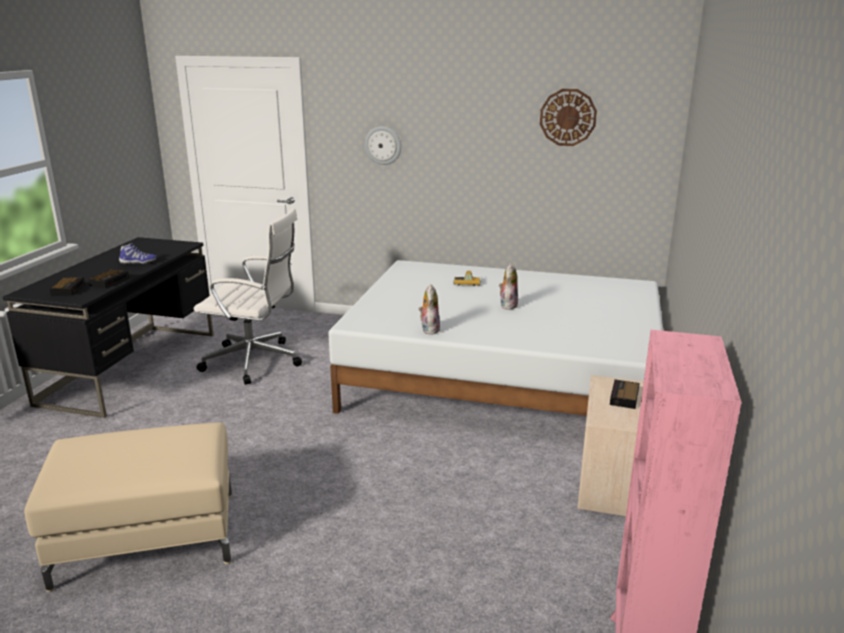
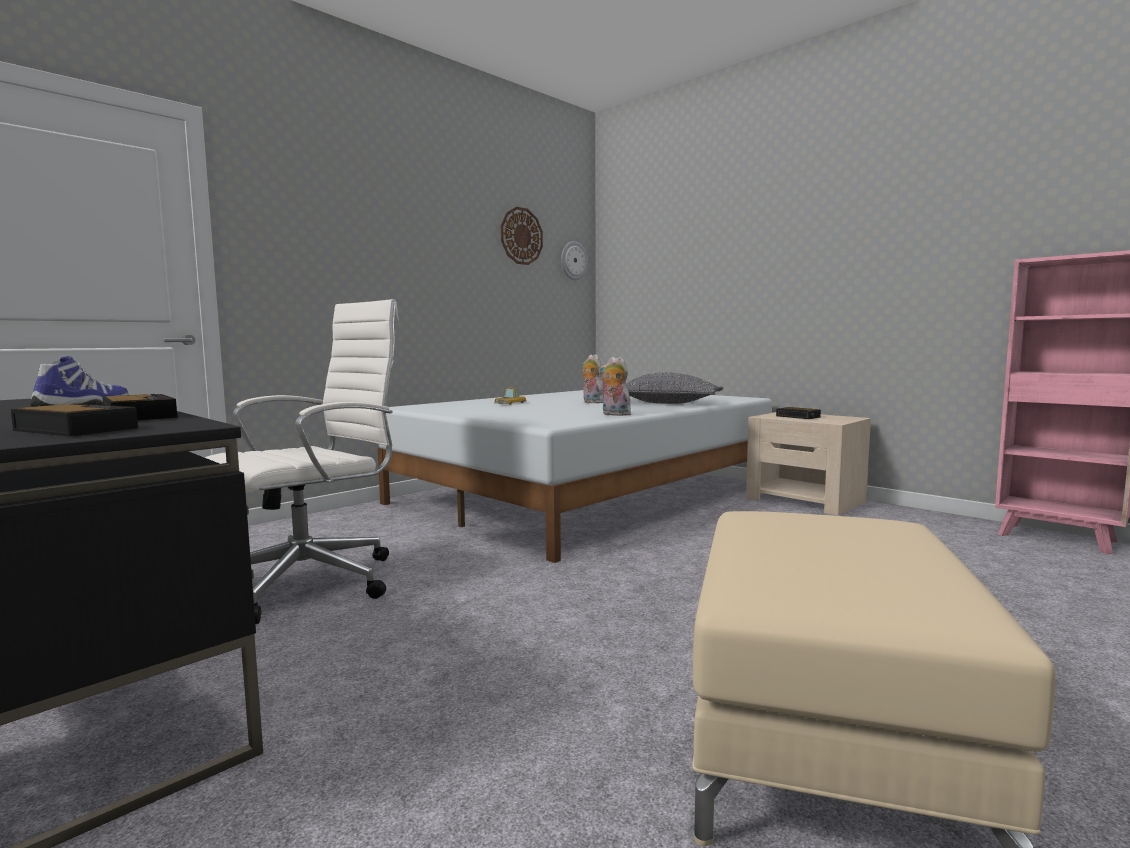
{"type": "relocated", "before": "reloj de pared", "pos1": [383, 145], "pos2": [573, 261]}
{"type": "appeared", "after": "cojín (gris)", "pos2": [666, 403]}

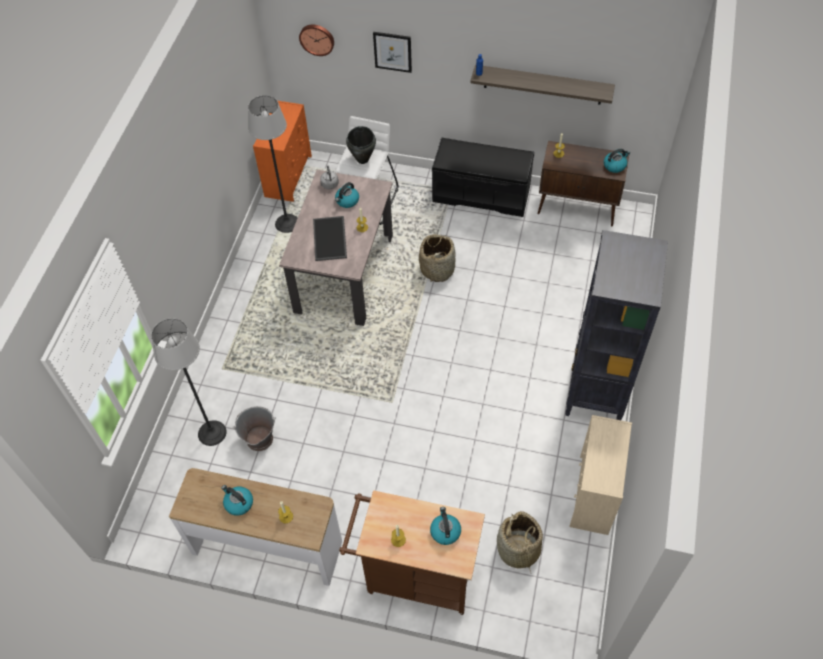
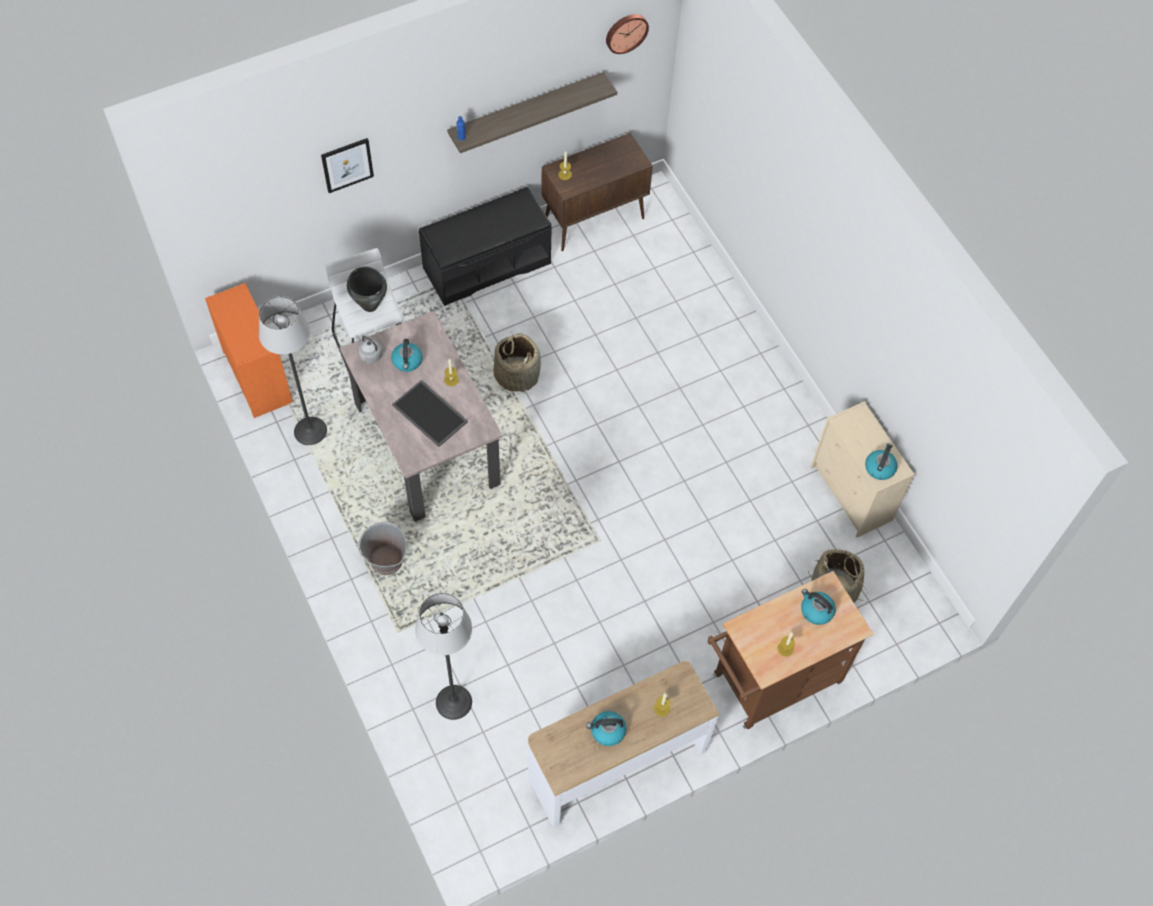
{"type": "relocated", "before": "reloj de pared", "pos1": [317, 39], "pos2": [626, 32]}
{"type": "relocated", "before": "hervidor", "pos1": [615, 165], "pos2": [879, 467]}
{"type": "missing", "before": "estantería (negro)", "pos1": [595, 392]}
{"type": "relocated", "before": "cubo (gris)", "pos1": [259, 439], "pos2": [386, 561]}

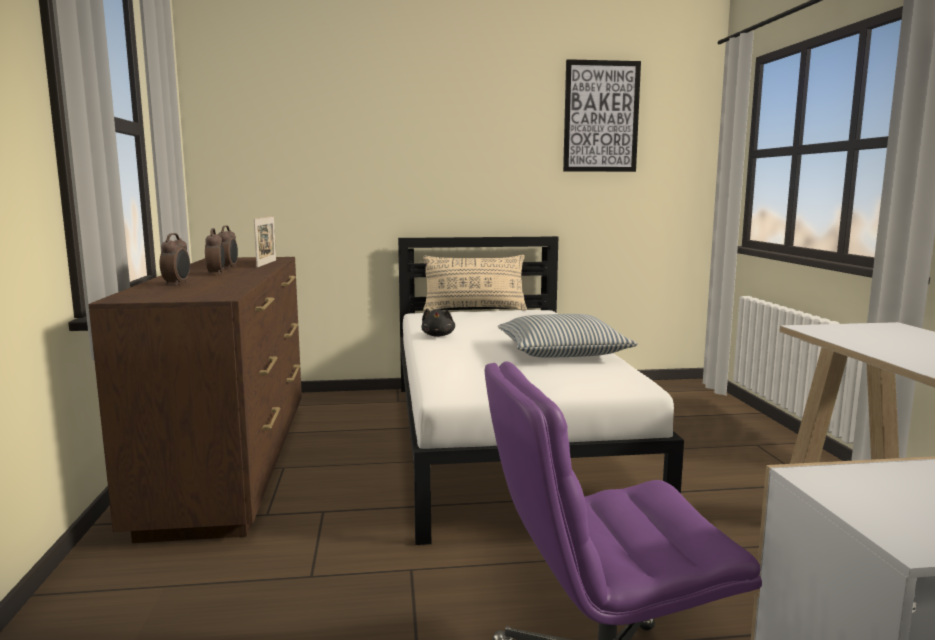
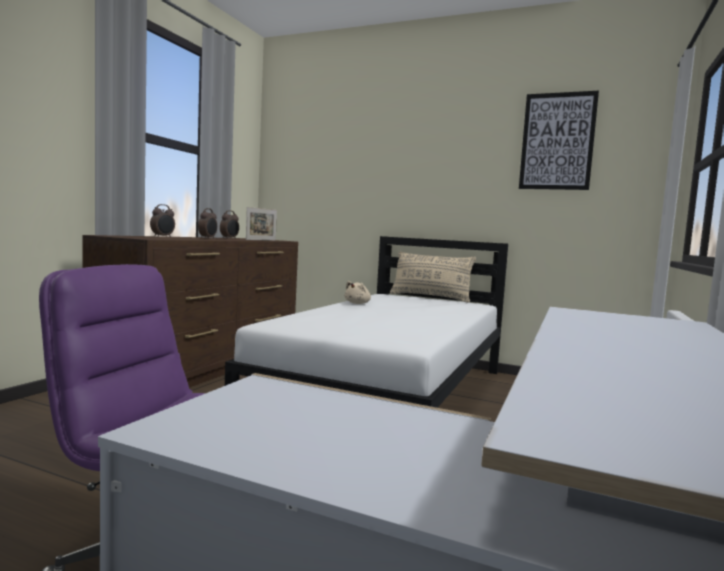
{"type": "colour", "before": "peluche (negro)", "after": "peluche (beis)", "pos1": [438, 335], "pos2": [358, 303]}
{"type": "missing", "before": "cojín", "pos1": [561, 352]}

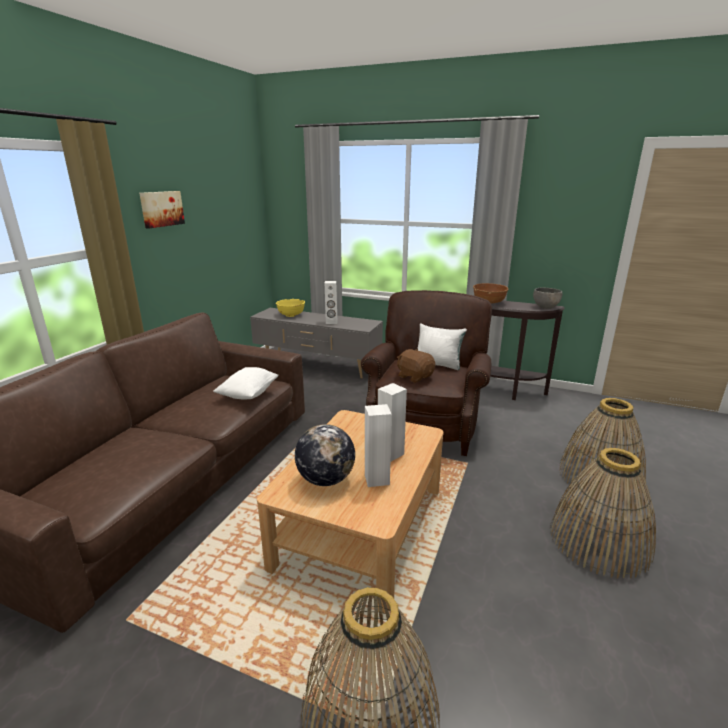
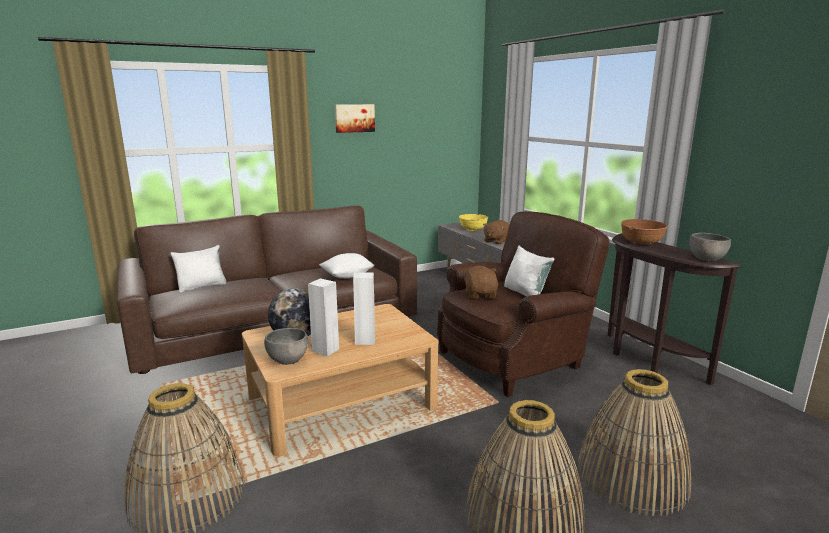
{"type": "exchanged", "before": "altavoz (blanco)", "after": "peluche (marrón)", "pos1": [331, 322], "pos2": [496, 241]}
{"type": "appeared", "after": "cojín (blanco)", "pos2": [202, 286]}
{"type": "appeared", "after": "cuenco (gris)", "pos2": [288, 360]}

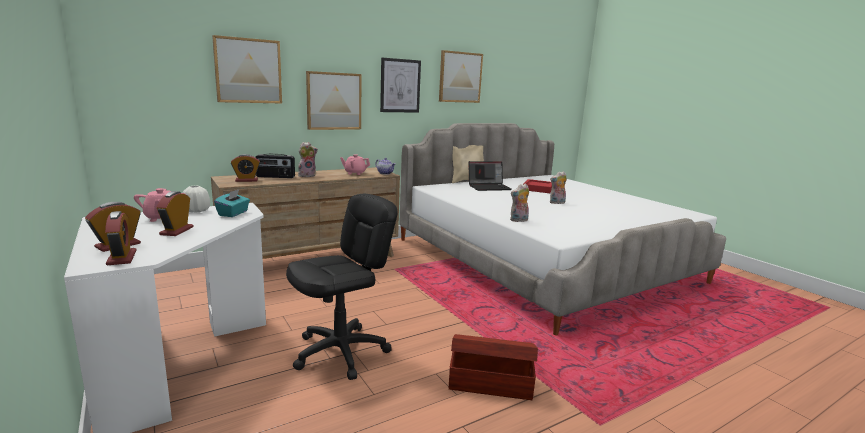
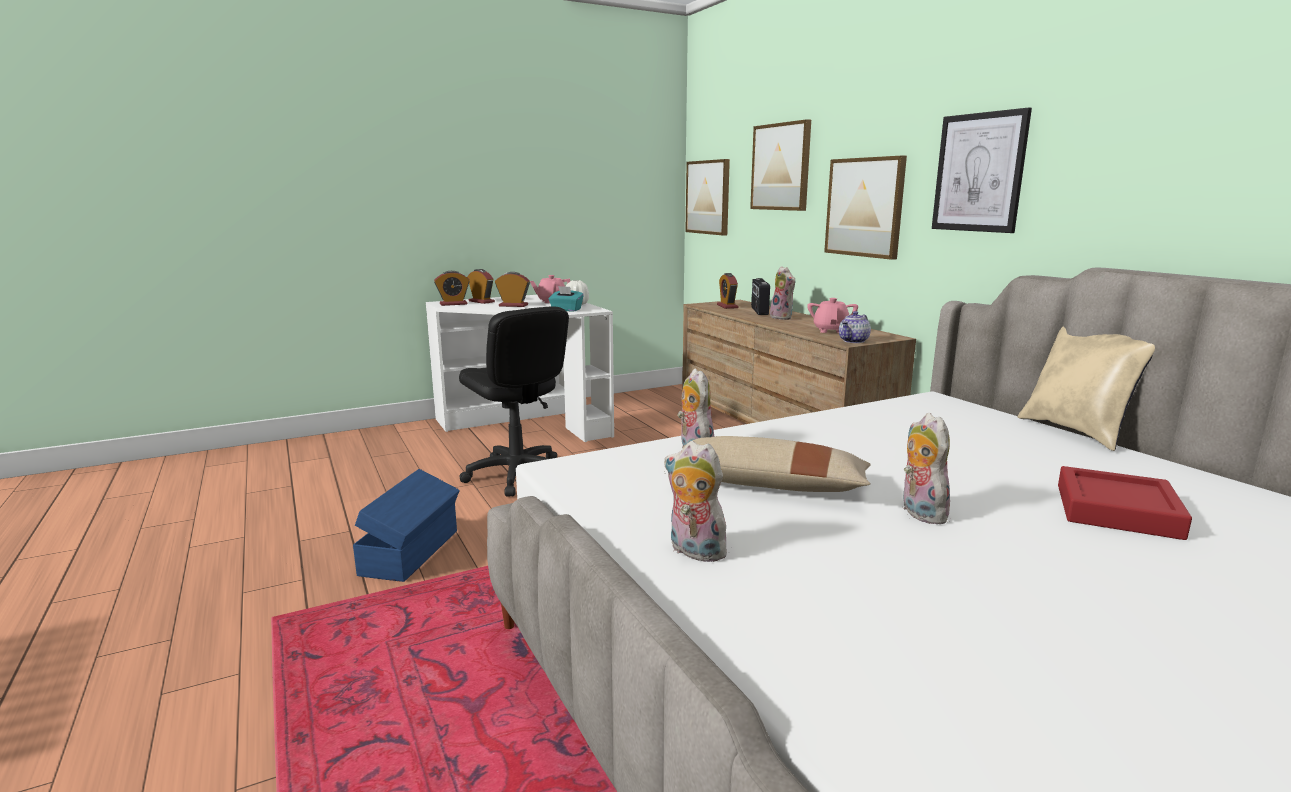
{"type": "relocated", "before": "cuadro", "pos1": [460, 77], "pos2": [708, 197]}
{"type": "missing", "before": "portátil", "pos1": [489, 187]}
{"type": "colour", "before": "caja de almacenaje (marrón)", "after": "caja de almacenaje (azul)", "pos1": [489, 382], "pos2": [412, 552]}
{"type": "appeared", "after": "cojín (beis)", "pos2": [768, 485]}
{"type": "appeared", "after": "peluche", "pos2": [693, 551]}

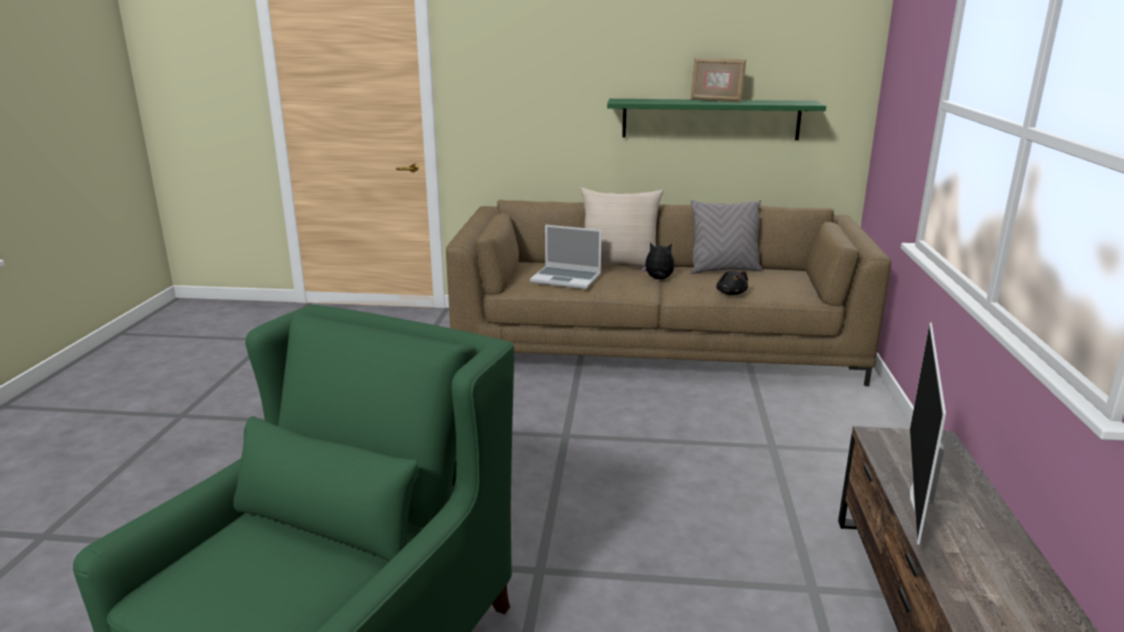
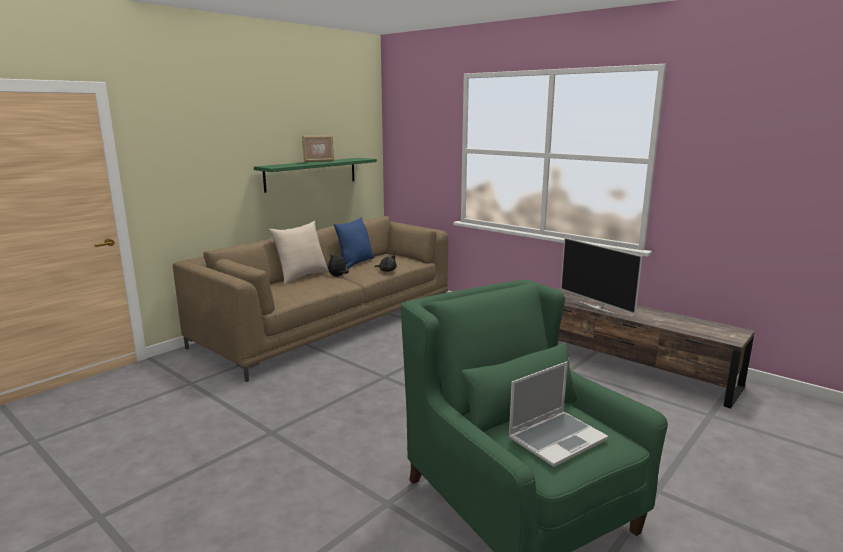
{"type": "colour", "before": "cojín (gris)", "after": "cojín (azul)", "pos1": [723, 270], "pos2": [356, 263]}
{"type": "relocated", "before": "portátil", "pos1": [567, 279], "pos2": [557, 438]}

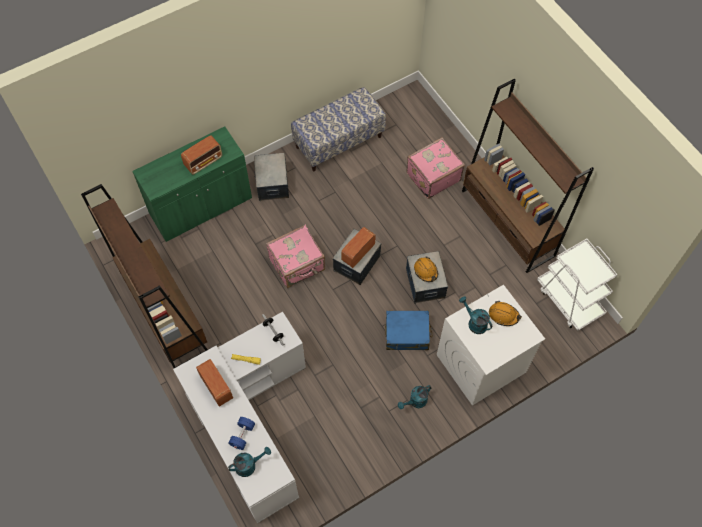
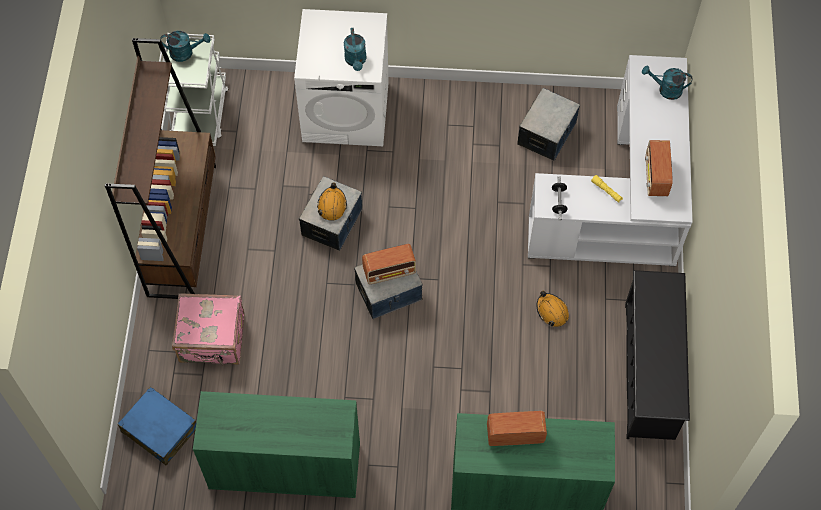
{"type": "exchanged", "before": "banco", "after": "armario (verde)", "pos1": [338, 141], "pos2": [285, 466]}
{"type": "relocated", "before": "caja de almacenaje", "pos1": [272, 184], "pos2": [547, 134]}
{"type": "exchanged", "before": "estantería (marrón)", "after": "zapatero (negro)", "pos1": [165, 314], "pos2": [649, 371]}
{"type": "missing", "before": "maleta (rosa)", "pos1": [297, 265]}
{"type": "relocated", "before": "casco (naranja)", "pos1": [503, 315], "pos2": [552, 311]}
{"type": "relocated", "before": "maleta (azul)", "pos1": [407, 334], "pos2": [159, 430]}
{"type": "relocated", "before": "regadera (turquesa)", "pos1": [415, 402], "pos2": [186, 52]}
{"type": "missing", "before": "mancuerna (azul)", "pos1": [242, 435]}

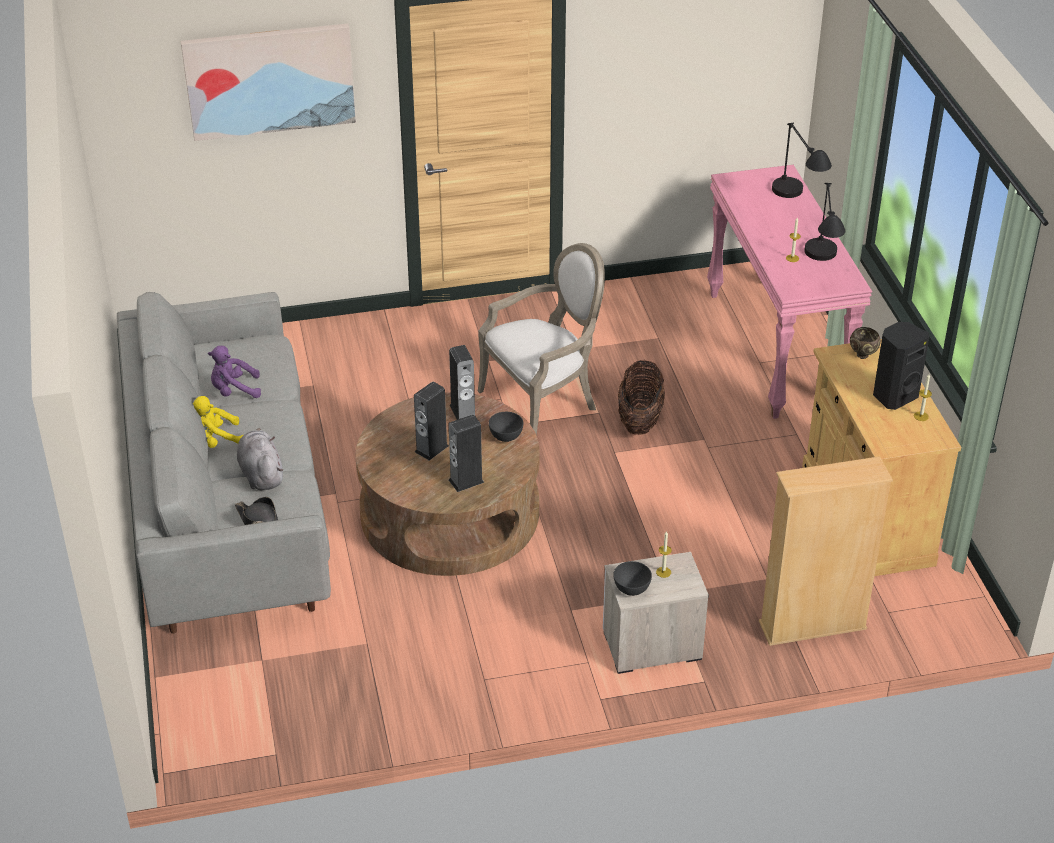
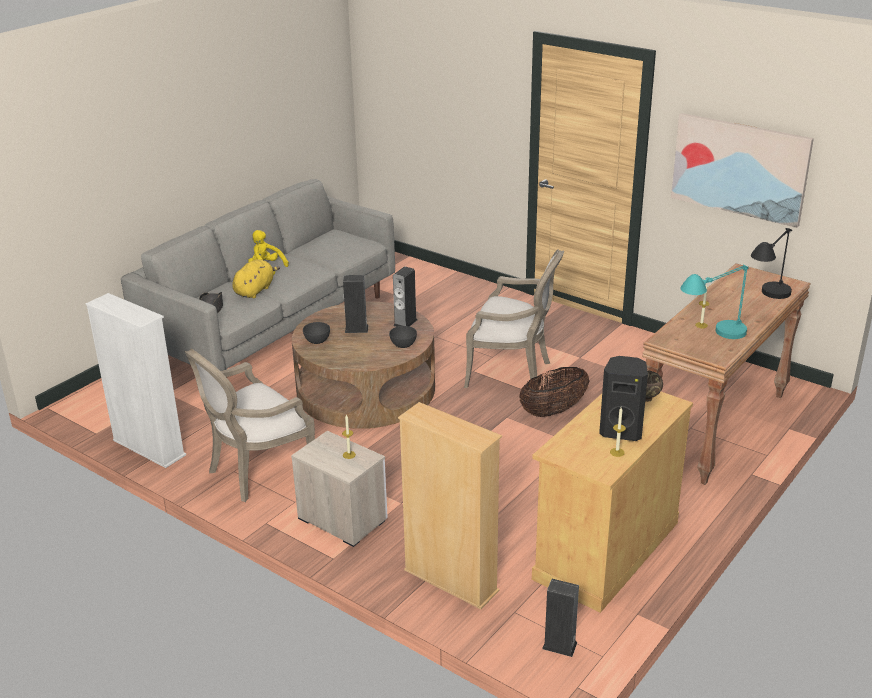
{"type": "relocated", "before": "cuadro", "pos1": [269, 80], "pos2": [740, 168]}
{"type": "colour", "before": "mesa consola (rosa)", "after": "mesa consola (marrón)", "pos1": [776, 350], "pos2": [716, 428]}
{"type": "colour", "before": "lámpara de mesa (negro)", "after": "lámpara de mesa (turquesa)", "pos1": [821, 268], "pos2": [712, 340]}
{"type": "missing", "before": "peluche (morado)", "pos1": [234, 390]}
{"type": "relocated", "before": "altavoz", "pos1": [466, 481], "pos2": [559, 645]}
{"type": "colour", "before": "peluche (gris)", "after": "peluche (amarillo)", "pos1": [261, 474], "pos2": [255, 290]}
{"type": "relocated", "before": "cuenco (gris)", "pos1": [632, 589], "pos2": [317, 341]}
{"type": "appeared", "after": "estantería (blanco)", "pos2": [149, 448]}
{"type": "appeared", "after": "sillón", "pos2": [256, 472]}

